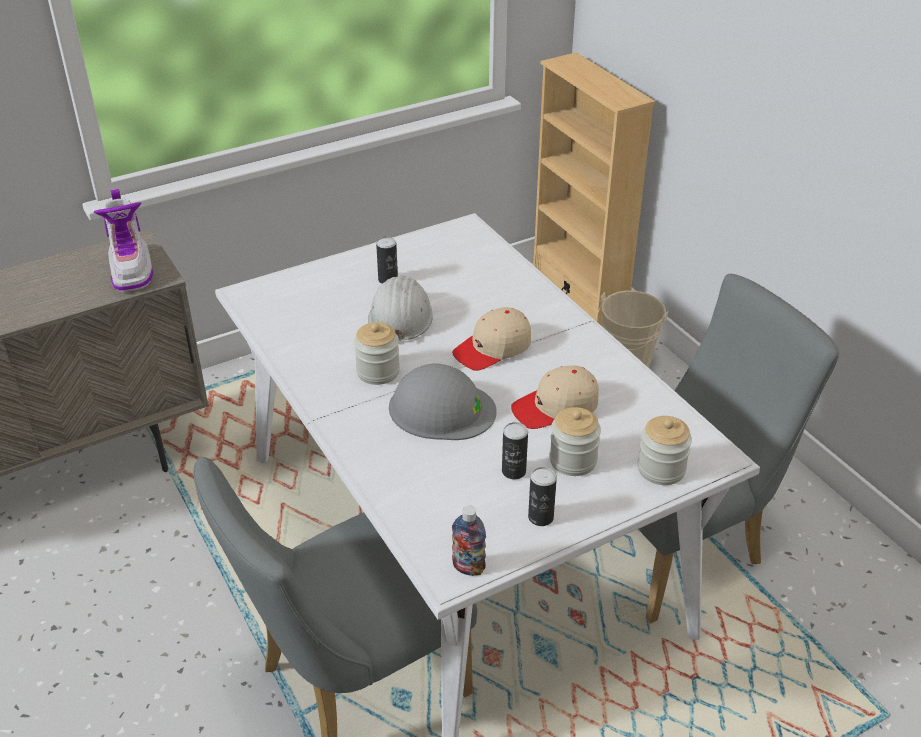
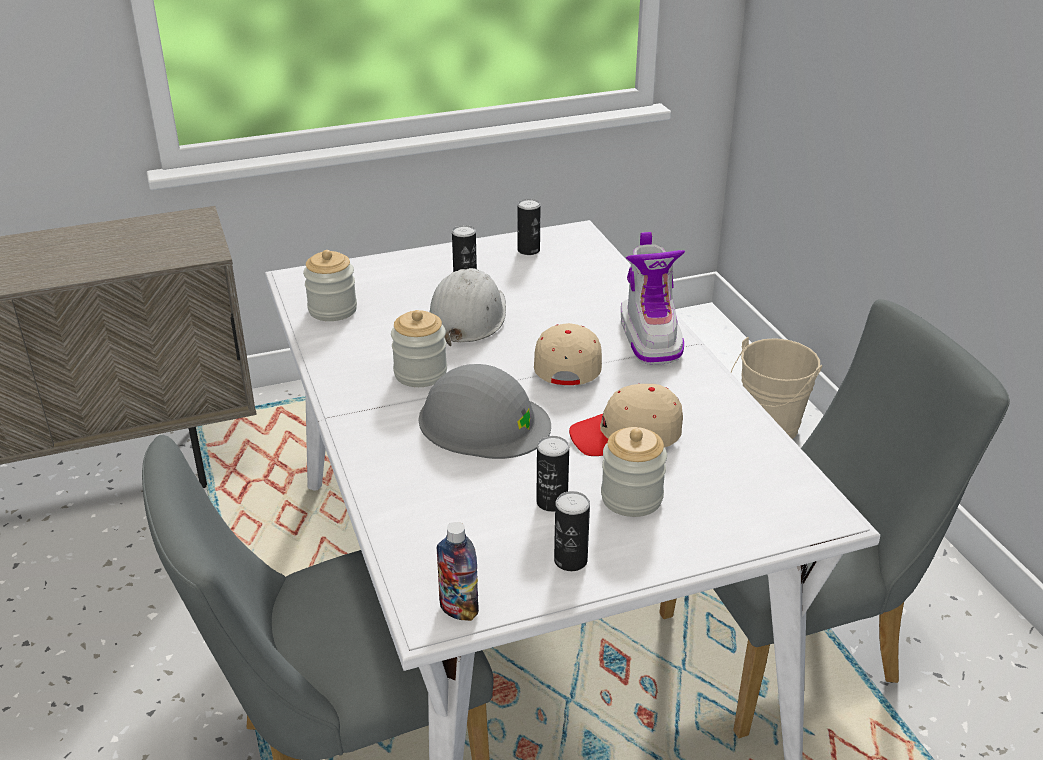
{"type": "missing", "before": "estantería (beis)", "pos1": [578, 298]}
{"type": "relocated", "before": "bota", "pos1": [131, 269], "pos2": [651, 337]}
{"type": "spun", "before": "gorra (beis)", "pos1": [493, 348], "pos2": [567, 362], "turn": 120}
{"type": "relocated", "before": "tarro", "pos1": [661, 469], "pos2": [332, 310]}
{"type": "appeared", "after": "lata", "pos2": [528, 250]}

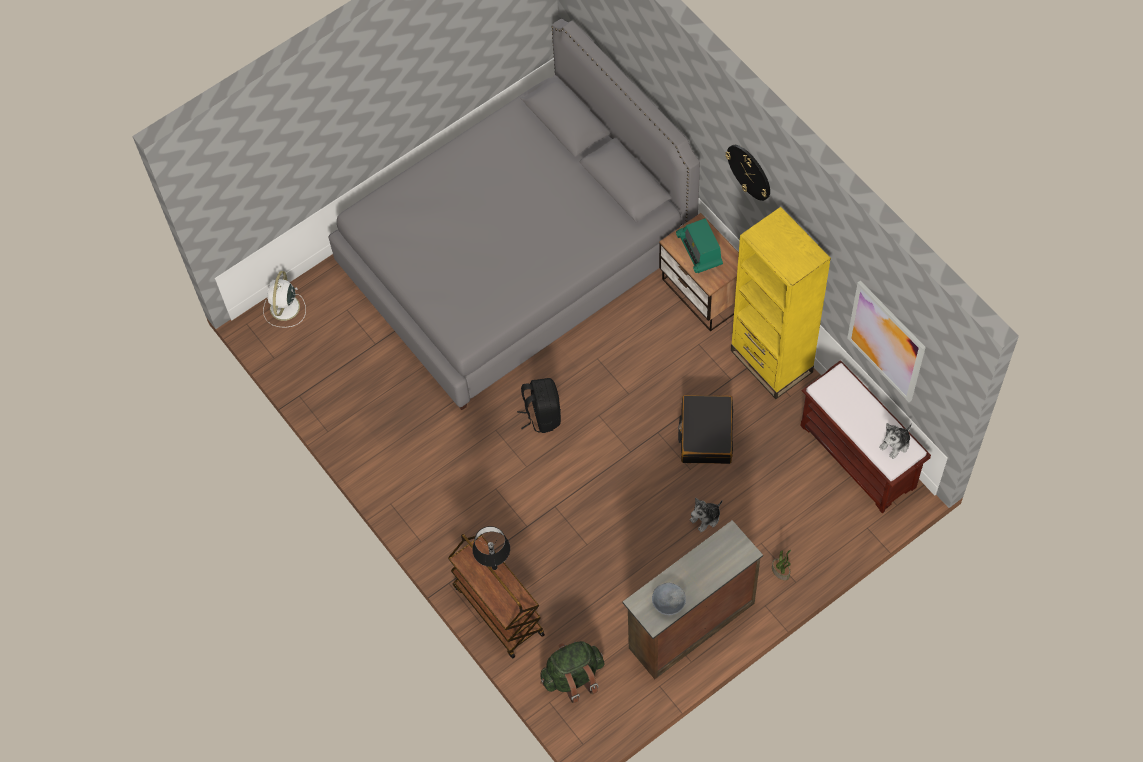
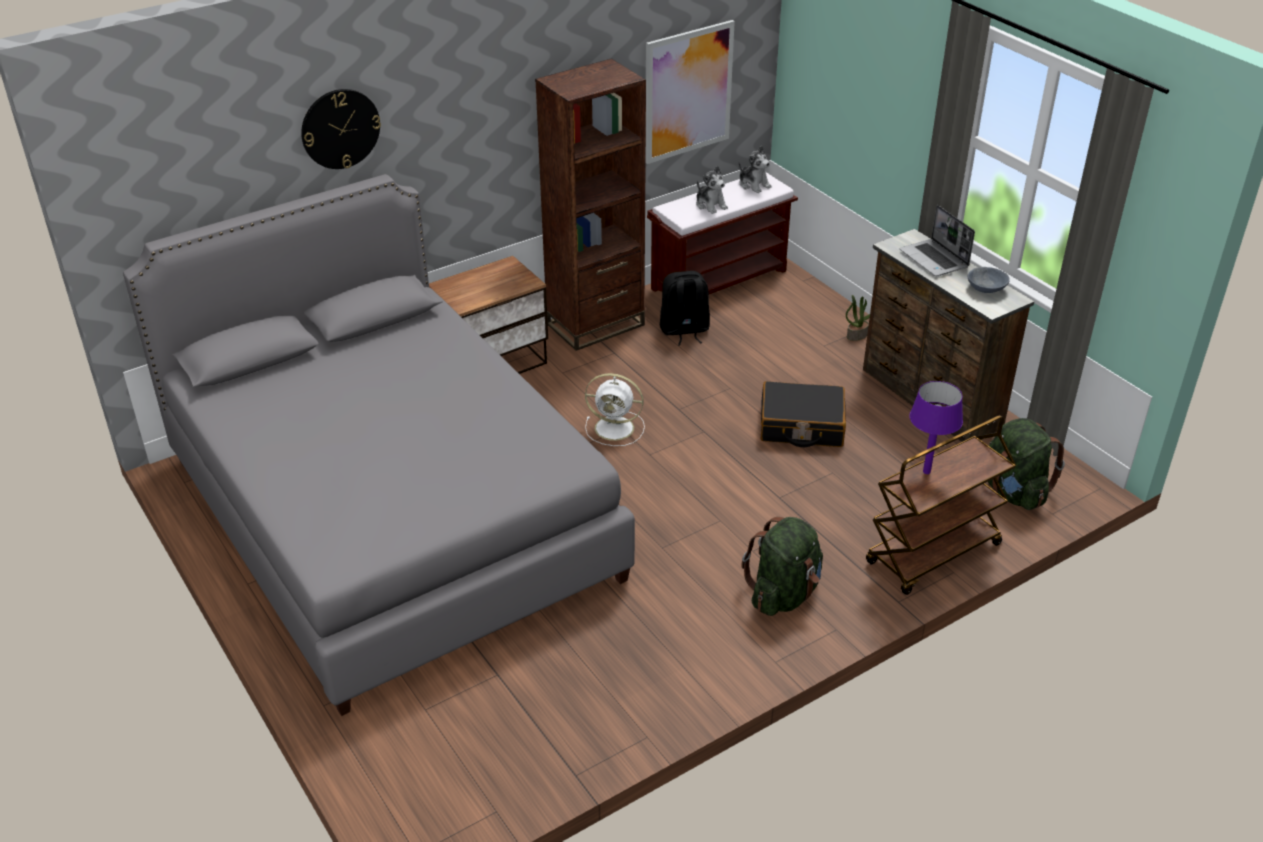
{"type": "relocated", "before": "reloj de pared", "pos1": [749, 171], "pos2": [340, 128]}
{"type": "colour", "before": "estantería (amarillo)", "after": "estantería (marrón)", "pos1": [771, 361], "pos2": [595, 324]}
{"type": "missing", "before": "radio", "pos1": [699, 250]}
{"type": "relocated", "before": "ventilador (blanco)", "pos1": [284, 308], "pos2": [616, 428]}
{"type": "relocated", "before": "mochila (negro)", "pos1": [542, 415], "pos2": [684, 331]}
{"type": "relocated", "before": "maleta (negro)", "pos1": [706, 434], "pos2": [801, 426]}
{"type": "relocated", "before": "peluche", "pos1": [706, 518], "pos2": [710, 205]}
{"type": "colour", "before": "lámpara de mesa (negro)", "after": "lámpara de mesa (morado)", "pos1": [494, 567], "pos2": [926, 472]}
{"type": "appeared", "after": "portátil", "pos2": [935, 259]}
{"type": "appeared", "after": "mochila (verde)", "pos2": [783, 594]}

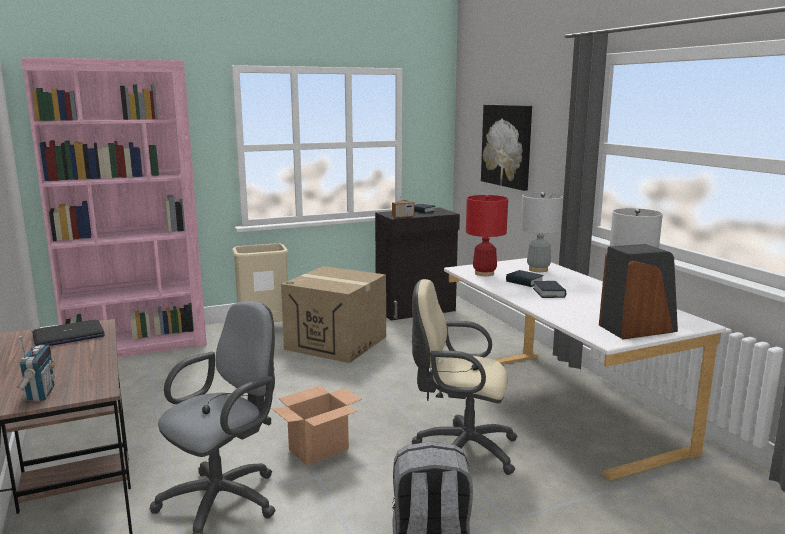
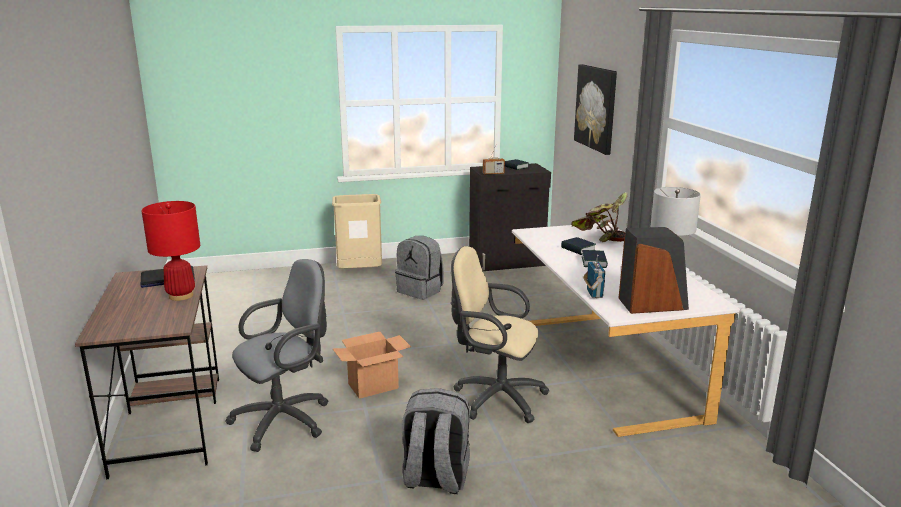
{"type": "missing", "before": "estantería (rosa)", "pos1": [137, 345]}
{"type": "exchanged", "before": "lámpara de mesa (gris)", "after": "planta en maceta", "pos1": [538, 269], "pos2": [600, 236]}
{"type": "relocated", "before": "lámpara de mesa (rojo)", "pos1": [484, 273], "pos2": [181, 296]}
{"type": "exchanged", "before": "caja de cartón", "after": "mochila (gris)", "pos1": [336, 343], "pos2": [421, 290]}
{"type": "relocated", "before": "radio", "pos1": [40, 394], "pos2": [593, 294]}

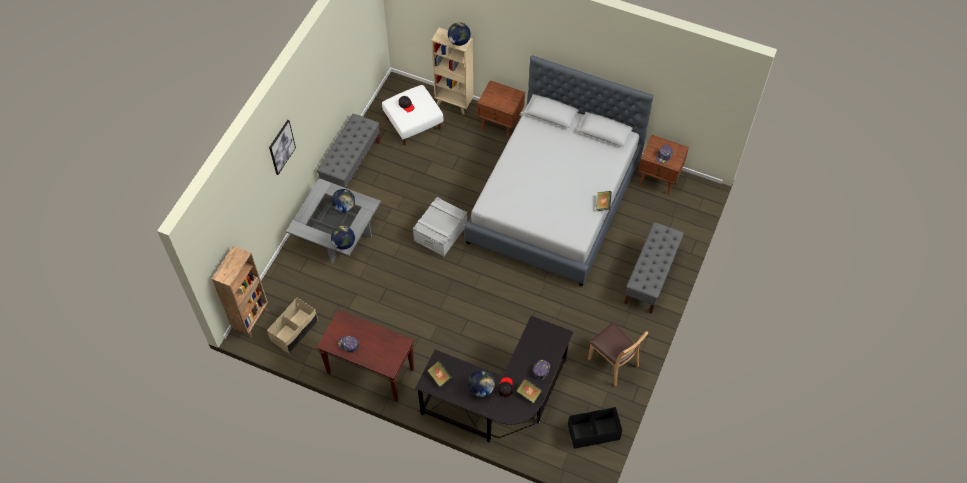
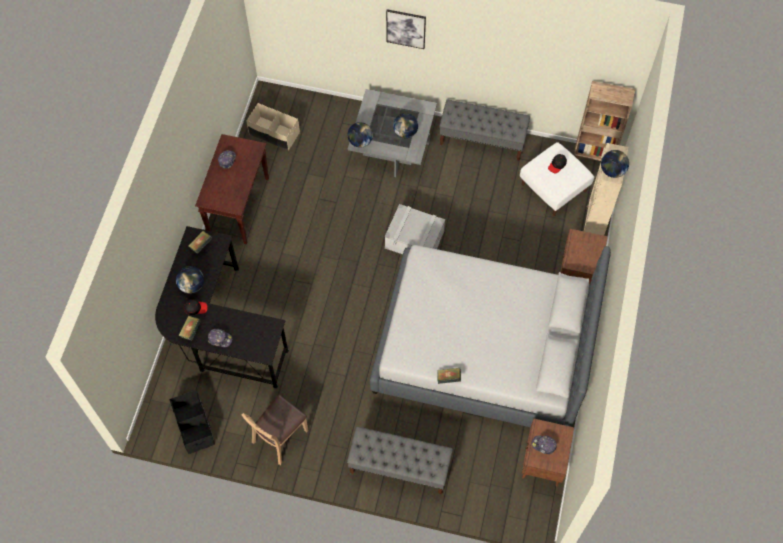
{"type": "relocated", "before": "estantería (marrón)", "pos1": [252, 319], "pos2": [593, 157]}

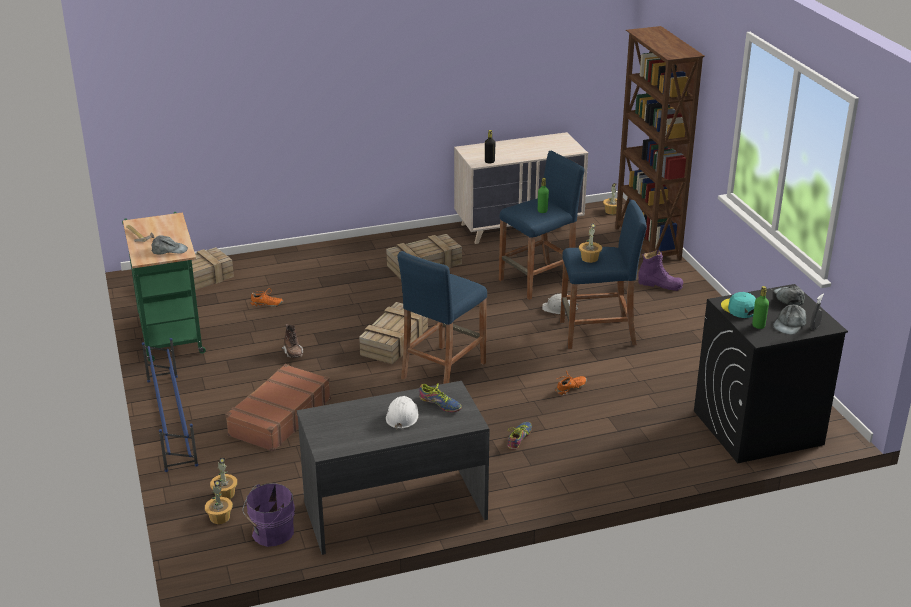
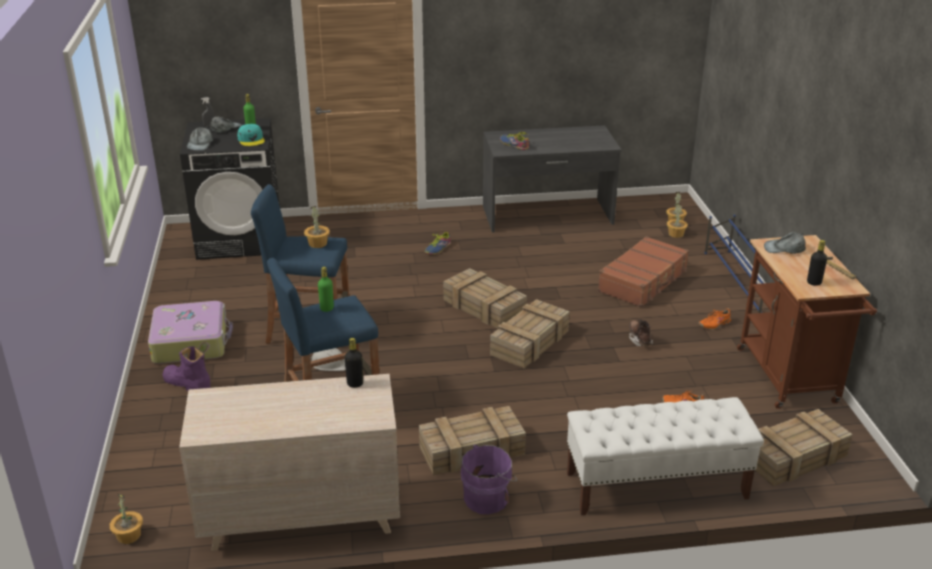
{"type": "missing", "before": "estantería (marrón)", "pos1": [647, 244]}
{"type": "colour", "before": "carrito (verde)", "after": "carrito (marrón)", "pos1": [169, 331], "pos2": [790, 380]}
{"type": "exchanged", "before": "taburete (azul)", "after": "caja de embalaje", "pos1": [443, 370], "pos2": [485, 308]}
{"type": "relocated", "before": "zapato (naranja)", "pos1": [571, 388], "pos2": [714, 324]}
{"type": "missing", "before": "casco (blanco)", "pos1": [402, 416]}
{"type": "relocated", "before": "cubo (morado)", "pos1": [270, 533], "pos2": [488, 497]}
{"type": "appeared", "after": "botella (negro)", "pos2": [814, 282]}
{"type": "appeared", "after": "maleta", "pos2": [191, 342]}
{"type": "appeared", "after": "banco (blanco)", "pos2": [655, 485]}

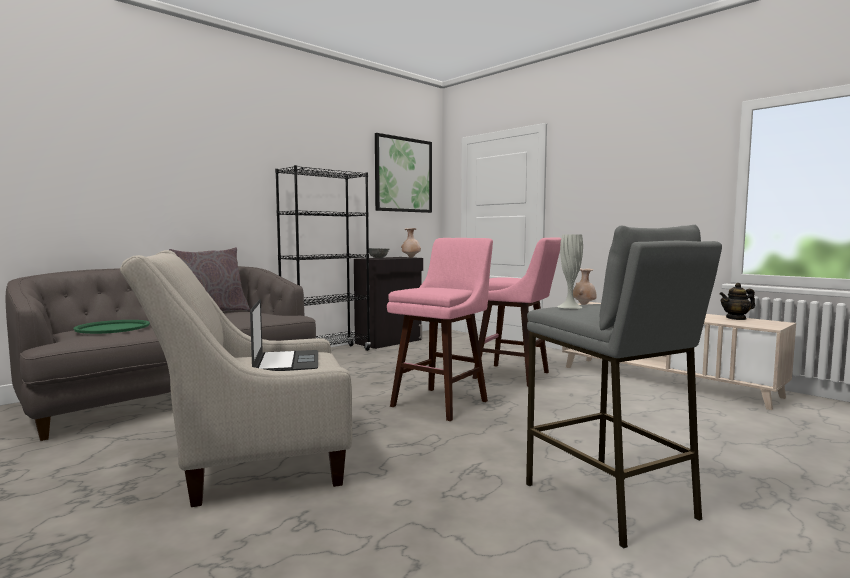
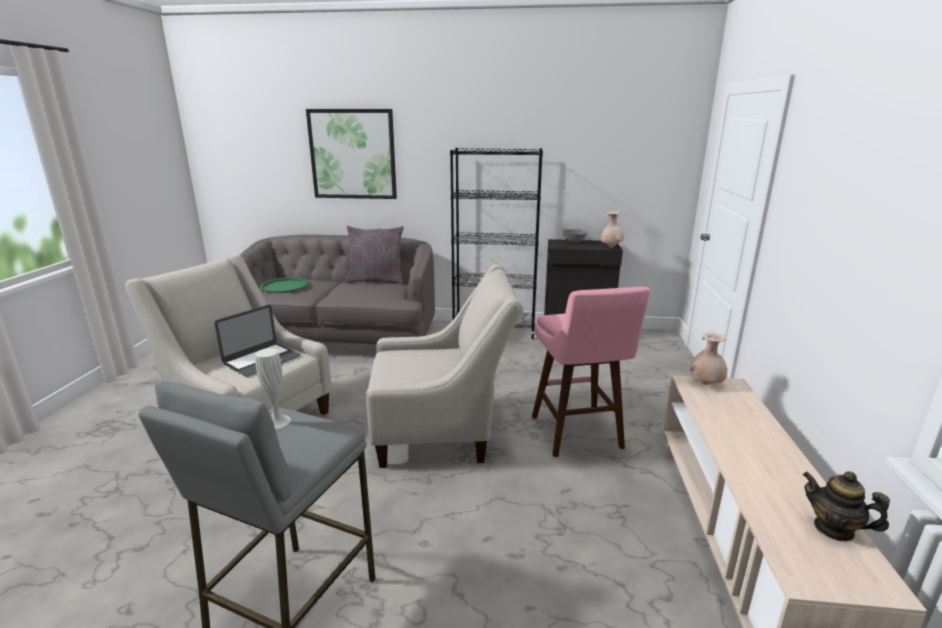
{"type": "relocated", "before": "cuadro", "pos1": [403, 175], "pos2": [353, 154]}
{"type": "exchanged", "before": "taburete (rosa)", "after": "sillón (beis)", "pos1": [442, 402], "pos2": [443, 431]}

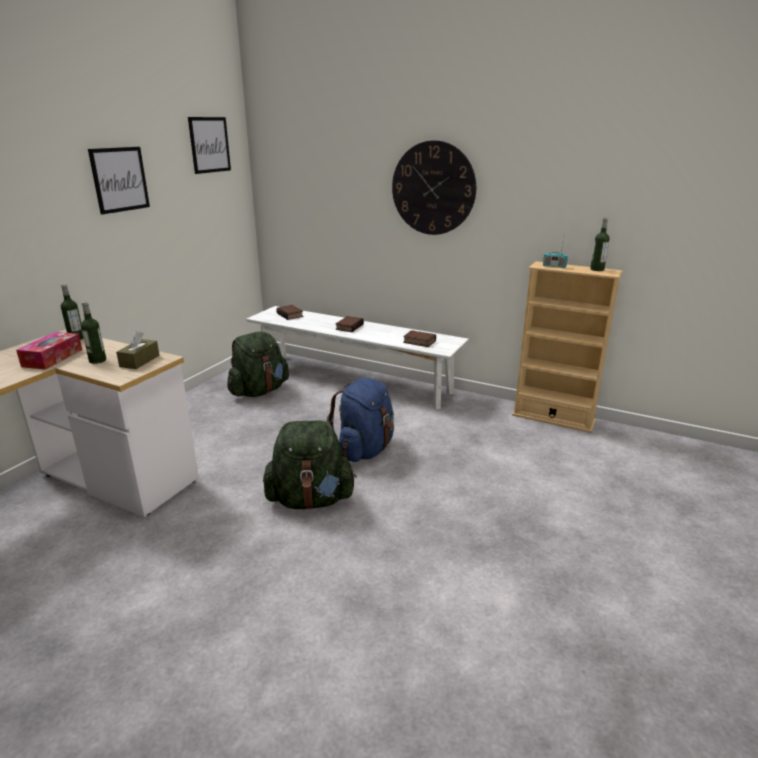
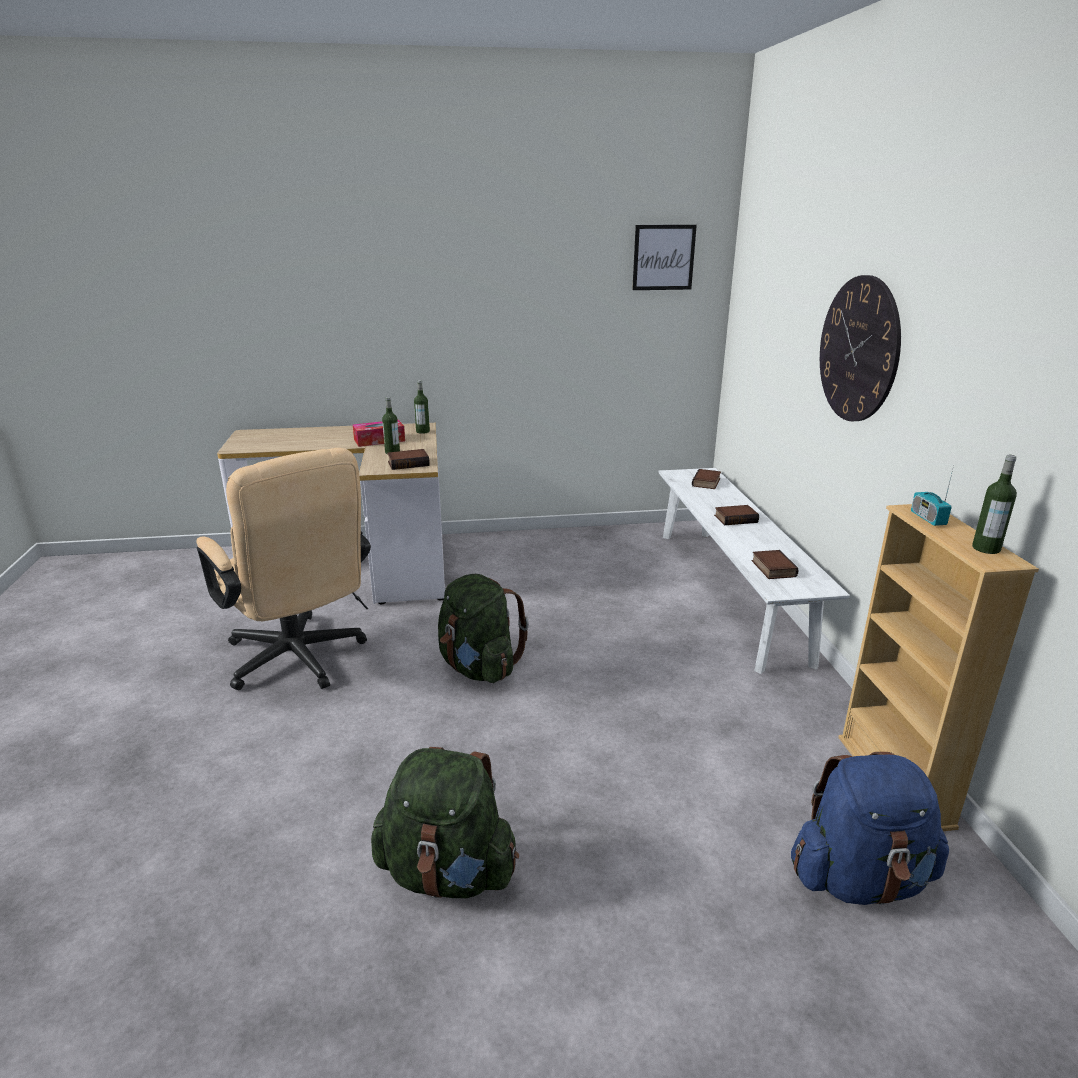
{"type": "missing", "before": "cuadro", "pos1": [120, 179]}
{"type": "exchanged", "before": "caja de pañuelos (marrón)", "after": "libro", "pos1": [139, 361], "pos2": [409, 463]}
{"type": "relocated", "before": "mochila (verde)", "pos1": [259, 391], "pos2": [448, 873]}
{"type": "relocated", "before": "mochila (azul)", "pos1": [365, 450], "pos2": [860, 879]}
{"type": "appeared", "after": "silla de oficina (beis)", "pos2": [300, 662]}

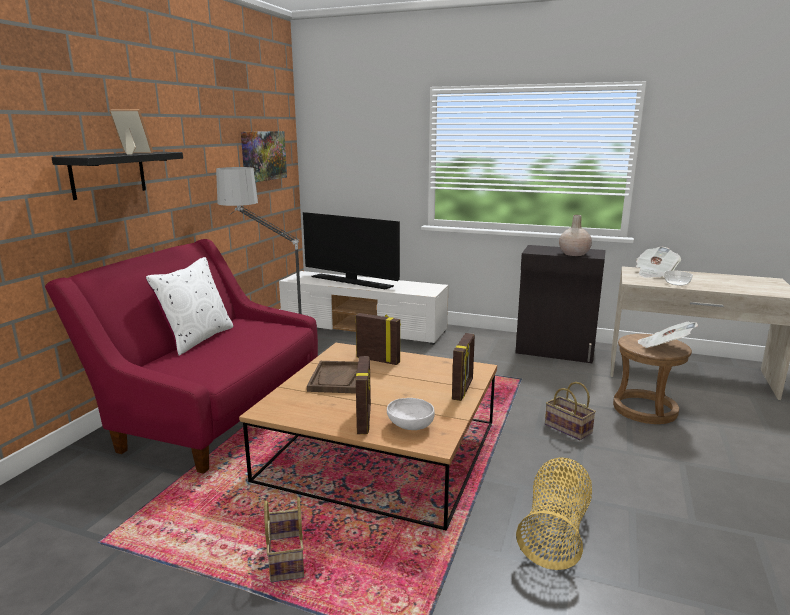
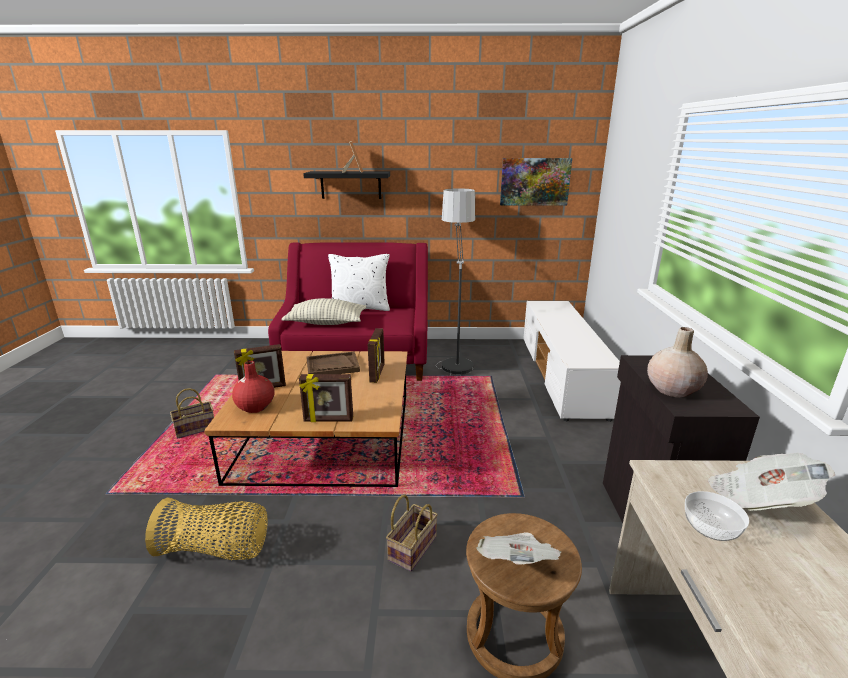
{"type": "missing", "before": "televisor", "pos1": [352, 281]}
{"type": "exchanged", "before": "cuenco (blanco)", "after": "florero (rojo)", "pos1": [410, 426], "pos2": [255, 406]}
{"type": "appeared", "after": "cojín", "pos2": [326, 323]}

